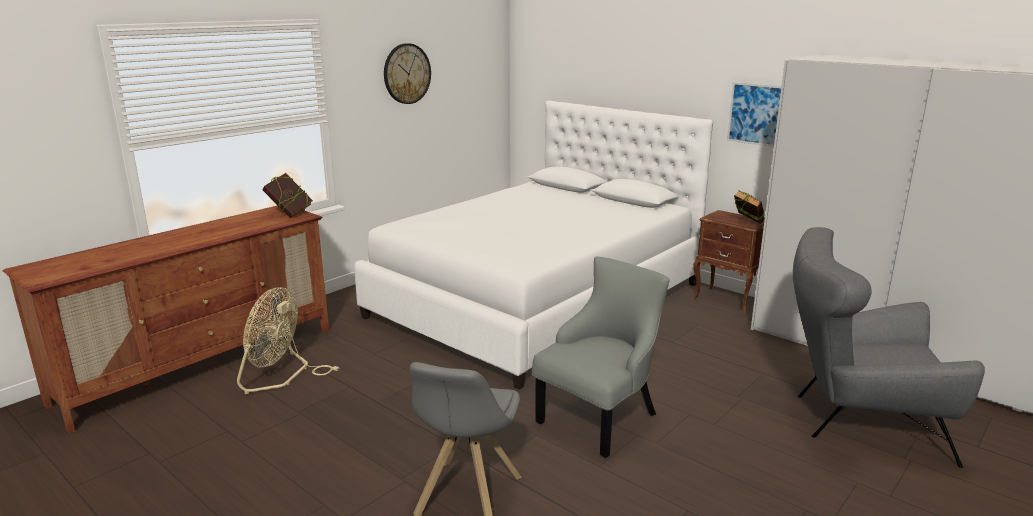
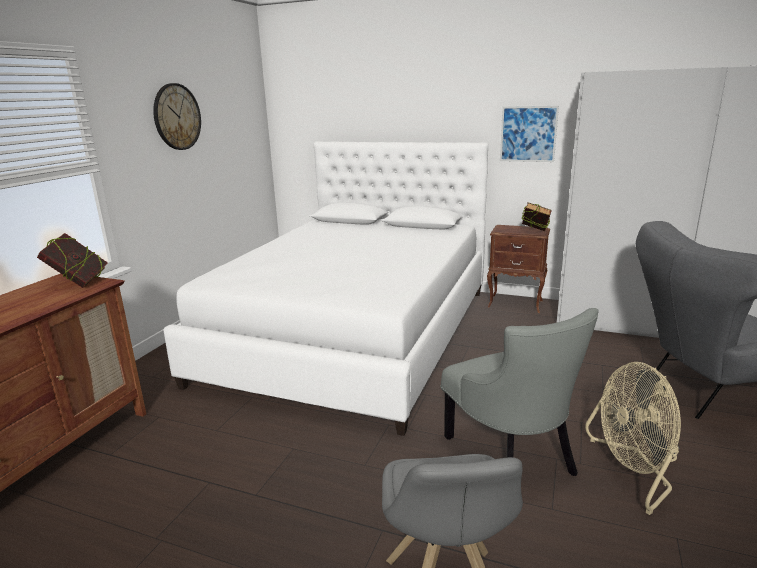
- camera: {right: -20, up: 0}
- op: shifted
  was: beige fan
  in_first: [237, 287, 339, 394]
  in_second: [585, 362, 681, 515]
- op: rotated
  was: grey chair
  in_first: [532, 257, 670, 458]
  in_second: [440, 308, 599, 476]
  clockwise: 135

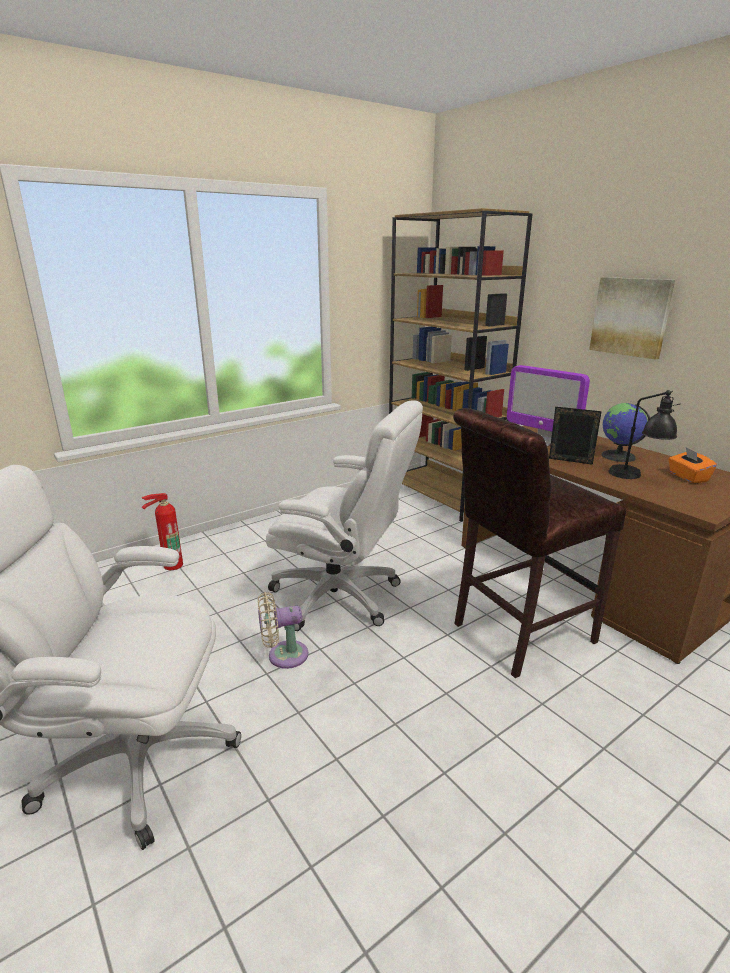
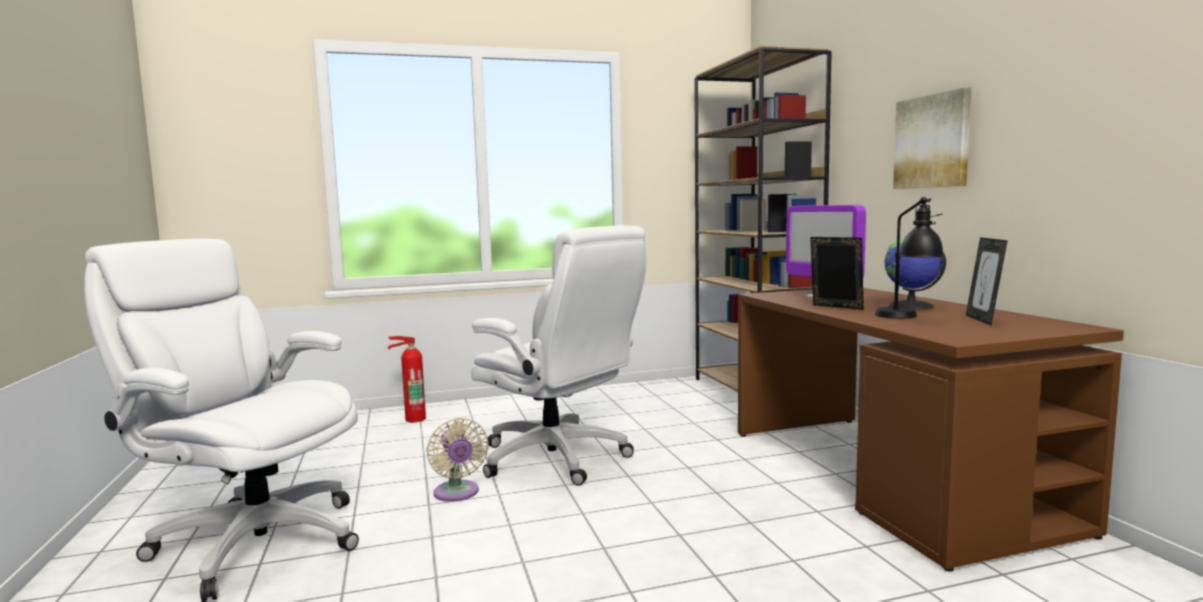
- camera: {right: 20, up: -15}
- op: rotated
  was: beige fan
  in_first: [258, 592, 308, 669]
  in_second: [426, 418, 489, 502]
  clockwise: -120
- op: gone
  was: brown stool
  in_first: [453, 408, 626, 678]
- op: swapped
  was: orange tissue box
  now: picture frame
  in_first: [668, 447, 717, 483]
  in_second: [966, 237, 1008, 325]

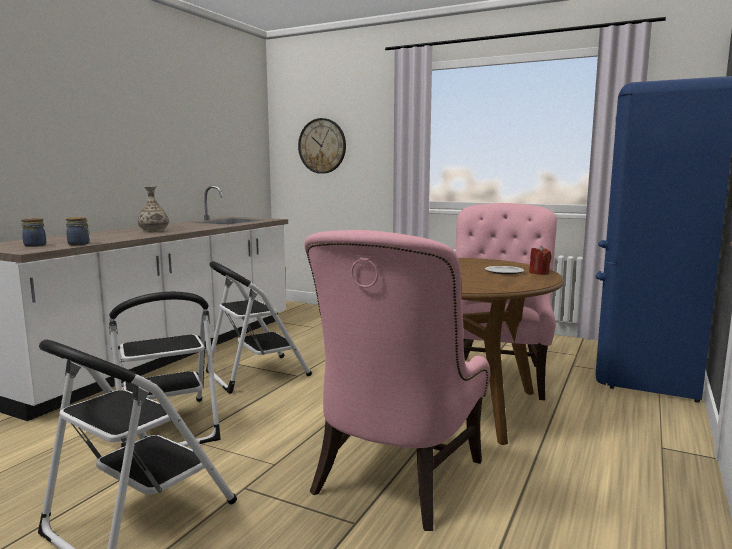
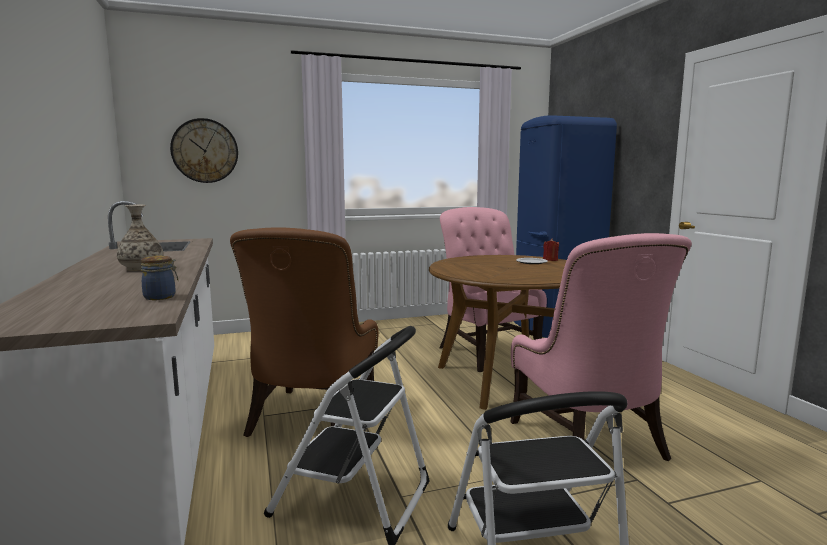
- camera: {right: -45, up: 0}
- op: gone
  was: jar
  in_first: [22, 218, 46, 247]
- op: swapped
  was: step ladder
  now: brown chair
  in_first: [206, 261, 312, 394]
  in_second: [230, 227, 379, 437]

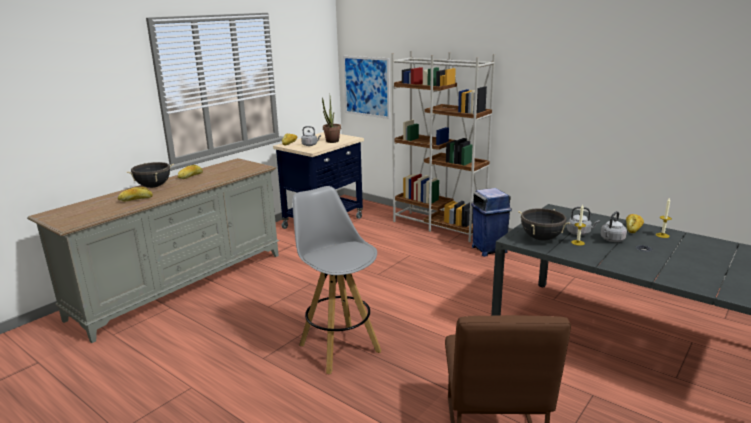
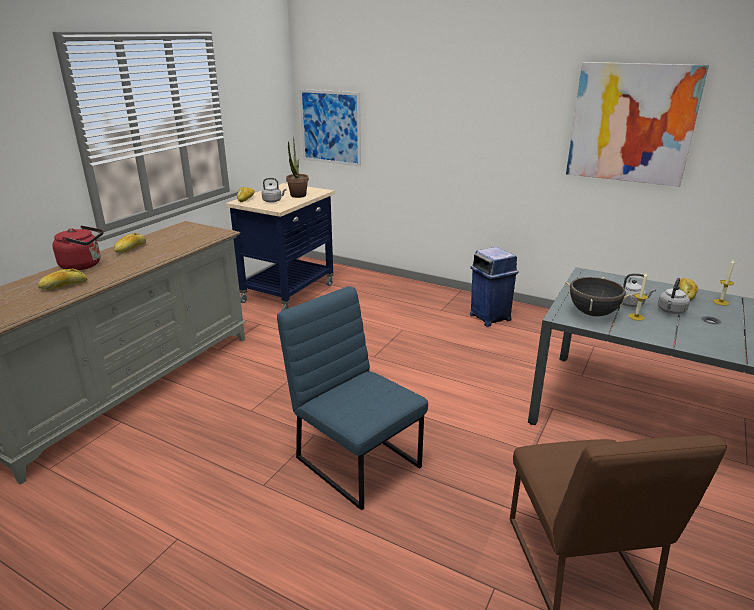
- camera: {right: -10, up: 5}
- op: swapped
  was: black cooking pot
  now: red kettle
  in_first: [127, 162, 174, 188]
  in_second: [52, 226, 103, 270]
- op: swapped
  was: grey stool
  now: blue chair
  in_first: [292, 186, 381, 374]
  in_second: [277, 286, 428, 510]
- op: gone
  was: brown bookcase
  in_first: [391, 51, 495, 243]
- op: new
  now: picture
  in_second: [566, 62, 709, 187]

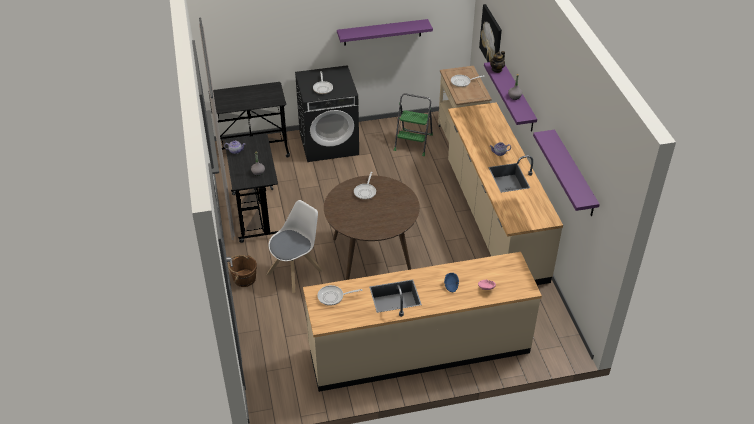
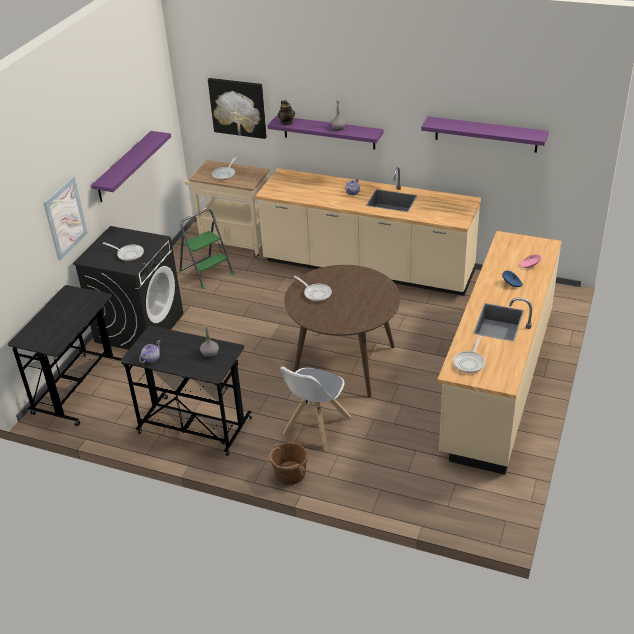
- camera: {right: -55, up: -5}
- op: rotated
  was: chair
  in_first: [267, 200, 323, 293]
  in_second: [280, 366, 351, 451]
  clockwise: -135
- op: new
  now: picture
  in_second: [43, 177, 88, 260]

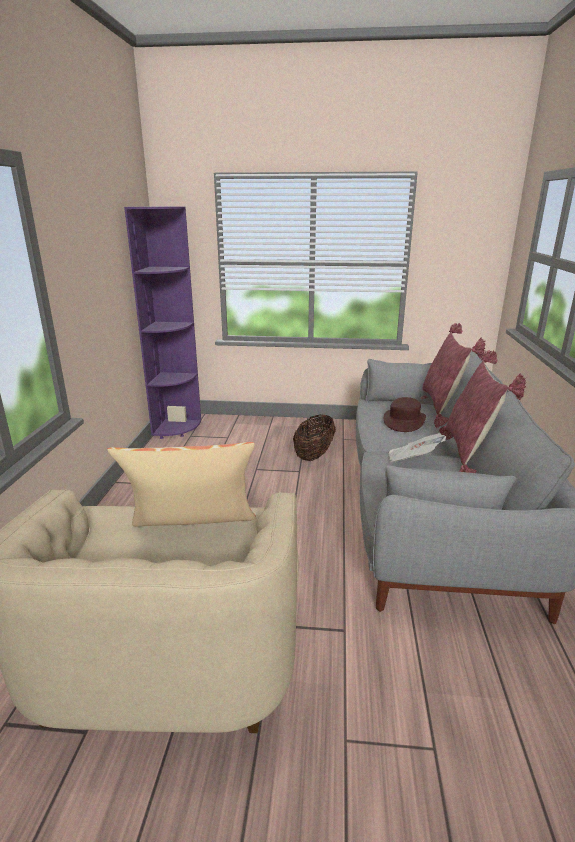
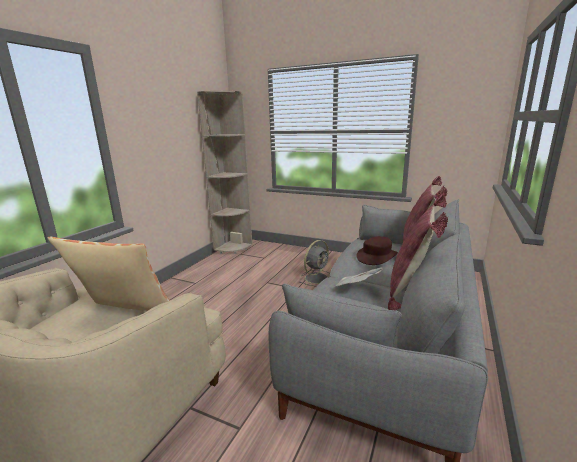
- camera: {right: 20, up: -5}
- op: repainted
  was: purple bookcase
  now: beige bookcase
  in_first: [124, 207, 201, 439]
  in_second: [197, 91, 252, 254]
- op: swapped
  was: basket
  now: grey fan
  in_first: [293, 414, 336, 461]
  in_second: [300, 240, 329, 286]

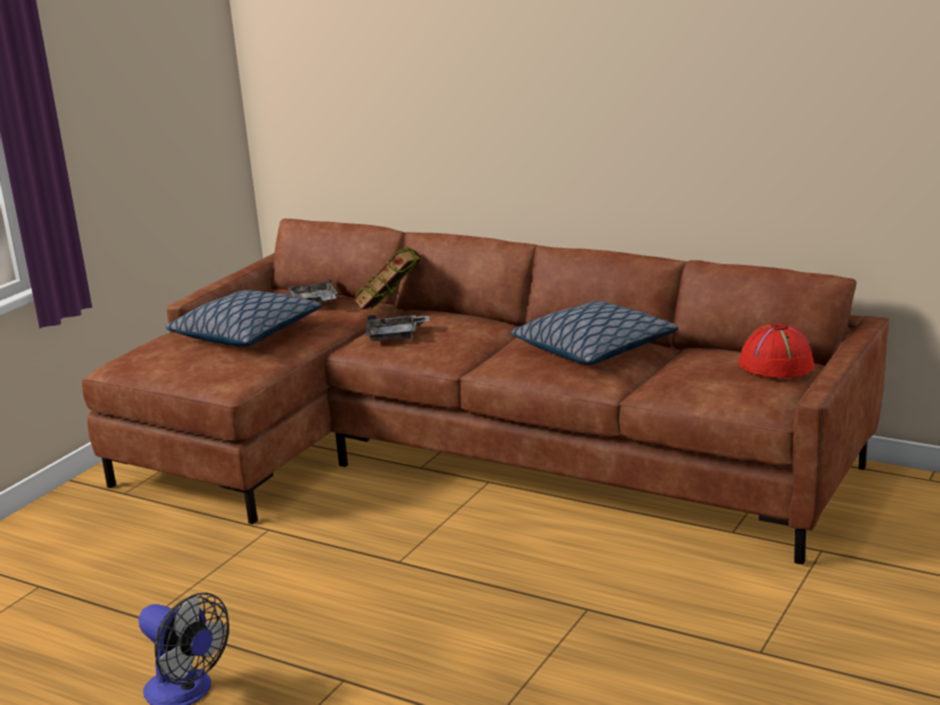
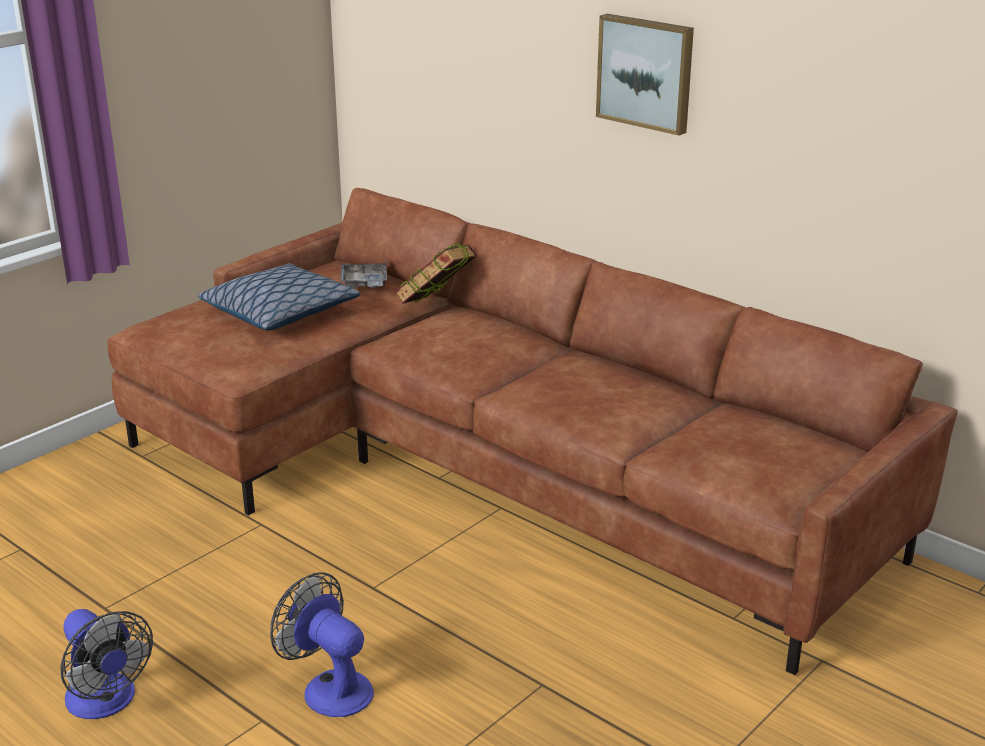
- camera: {right: 10, up: 5}
- op: gone
  was: grey tray
  in_first: [365, 314, 429, 341]
- op: gone
  was: pillow
  in_first: [511, 301, 678, 365]
- op: gone
  was: red hat
  in_first: [739, 323, 814, 378]
- op: new
  now: fan
  in_second: [270, 572, 374, 717]
- op: new
  now: picture
  in_second: [596, 14, 694, 136]

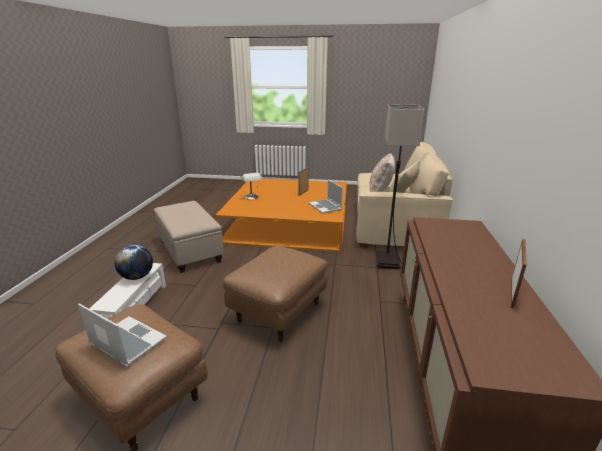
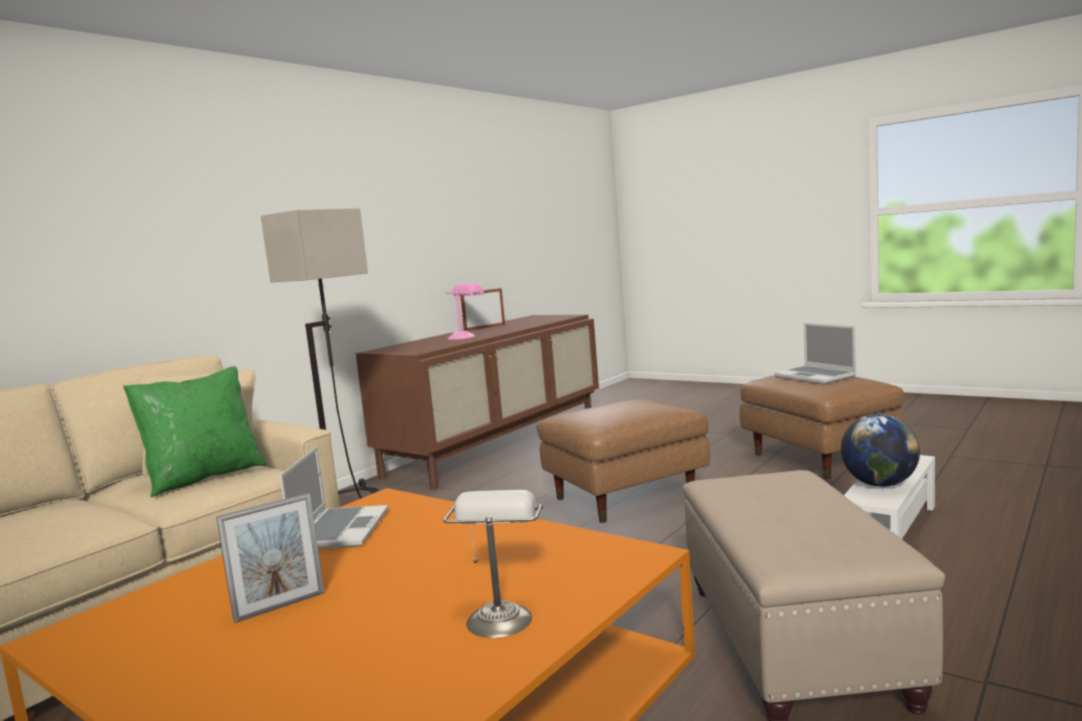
- camera: {right: -150, up: -15}
- op: repainted
  was: beige pillow
  now: green pillow
  in_first: [370, 153, 395, 192]
  in_second: [123, 366, 266, 497]
- op: new
  now: pink table lamp
  in_second: [446, 283, 485, 340]

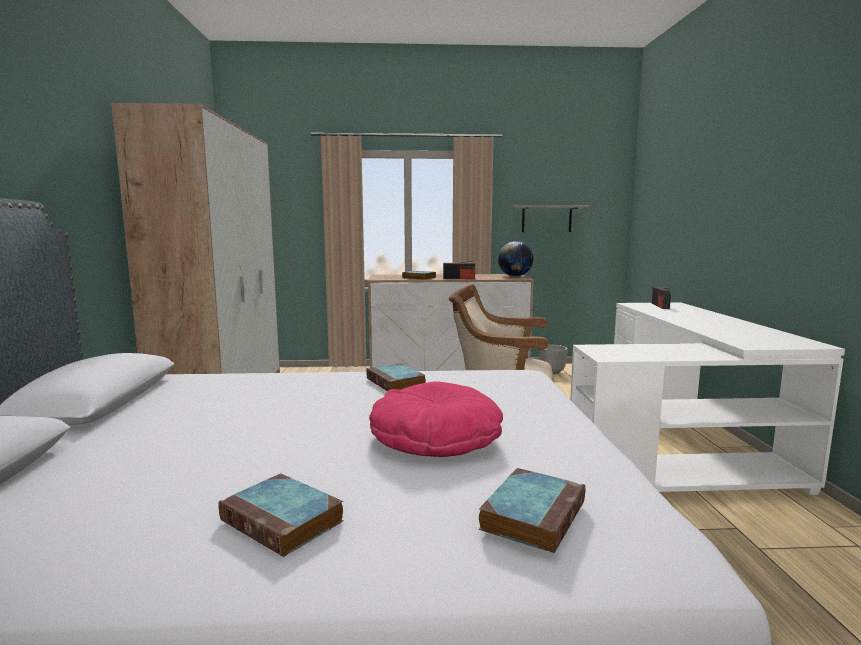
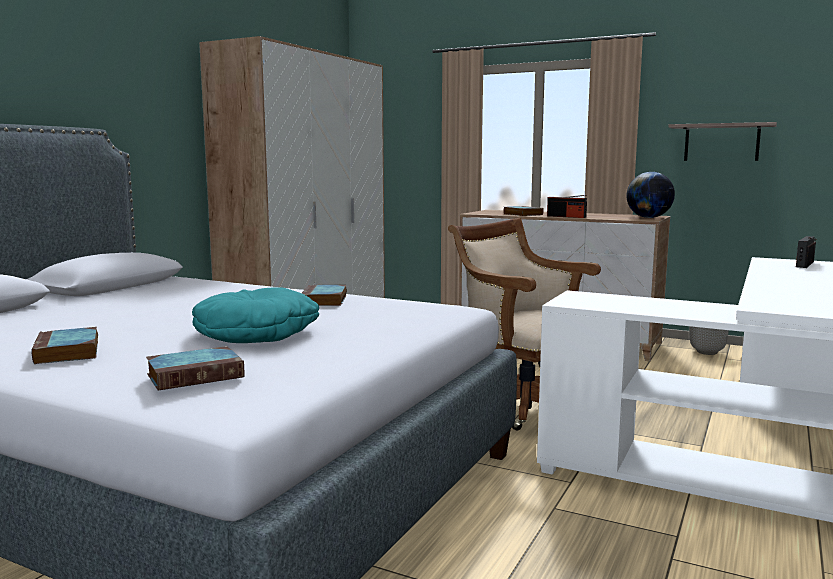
- camera: {right: 30, up: 0}
- op: repainted
  was: pink pillow
  now: turquoise pillow
  in_first: [369, 381, 503, 457]
  in_second: [192, 287, 319, 343]

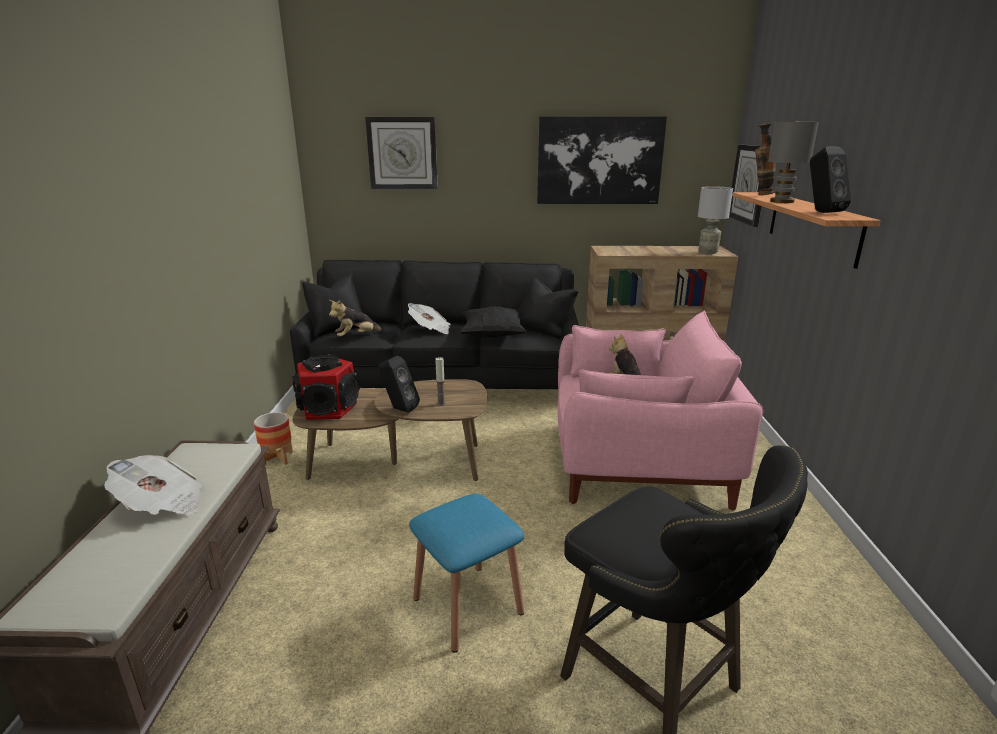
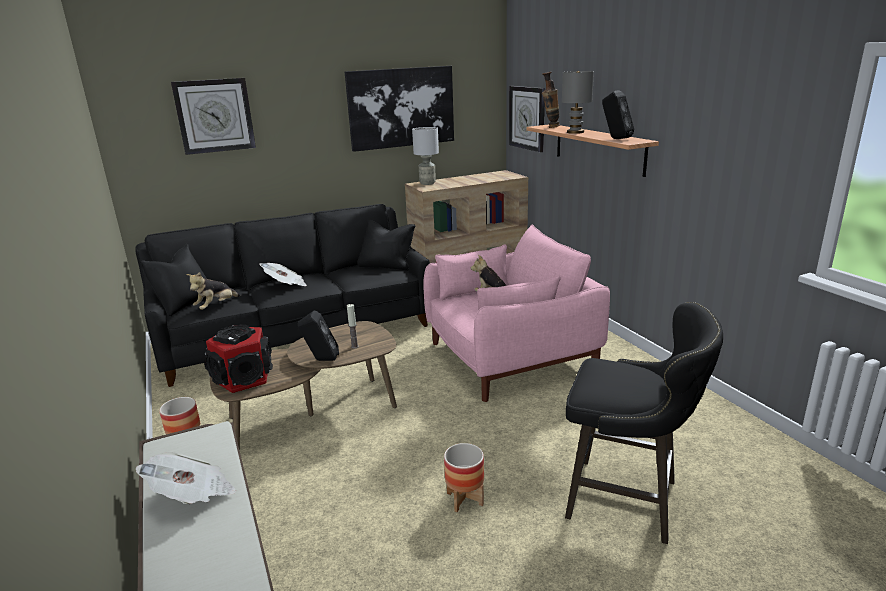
- camera: {right: -25, up: 0}
- op: swapped
  was: blue stool
  now: planter
  in_first: [409, 494, 524, 652]
  in_second: [444, 443, 484, 512]
- op: gone
  was: black pillow
  in_first: [460, 306, 527, 338]
- op: shifted
  was: grey table lamp
  in_first: [698, 186, 733, 254]
  in_second: [412, 127, 439, 185]

